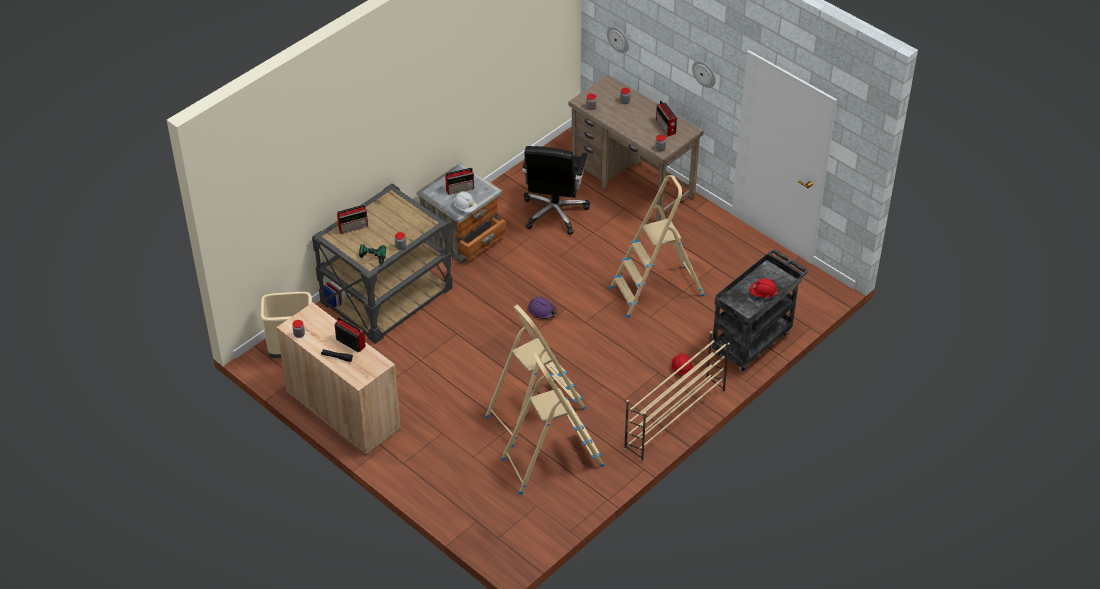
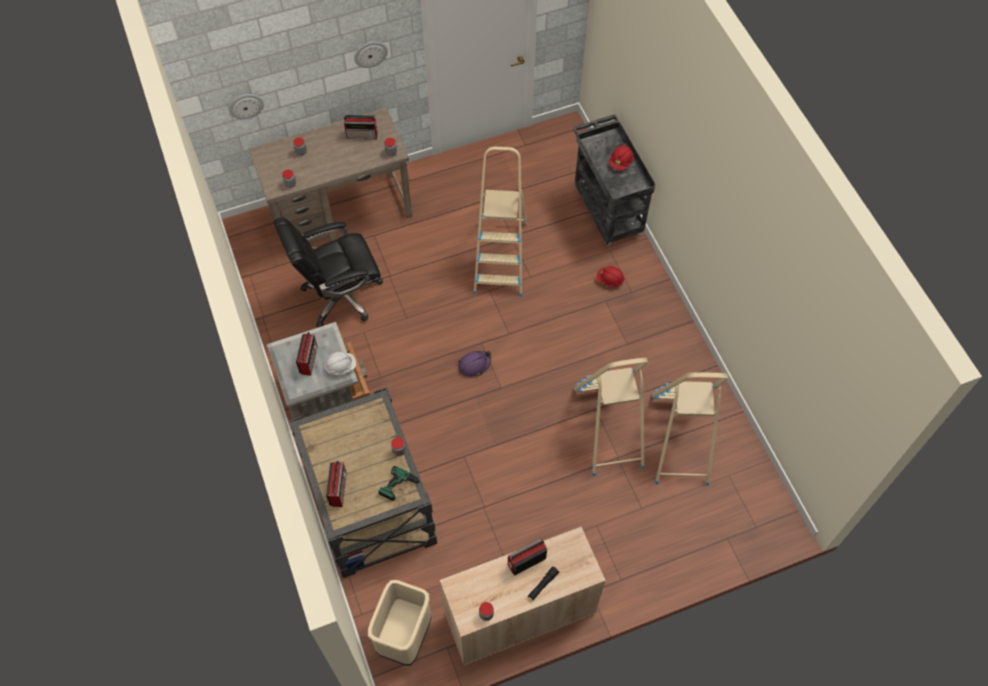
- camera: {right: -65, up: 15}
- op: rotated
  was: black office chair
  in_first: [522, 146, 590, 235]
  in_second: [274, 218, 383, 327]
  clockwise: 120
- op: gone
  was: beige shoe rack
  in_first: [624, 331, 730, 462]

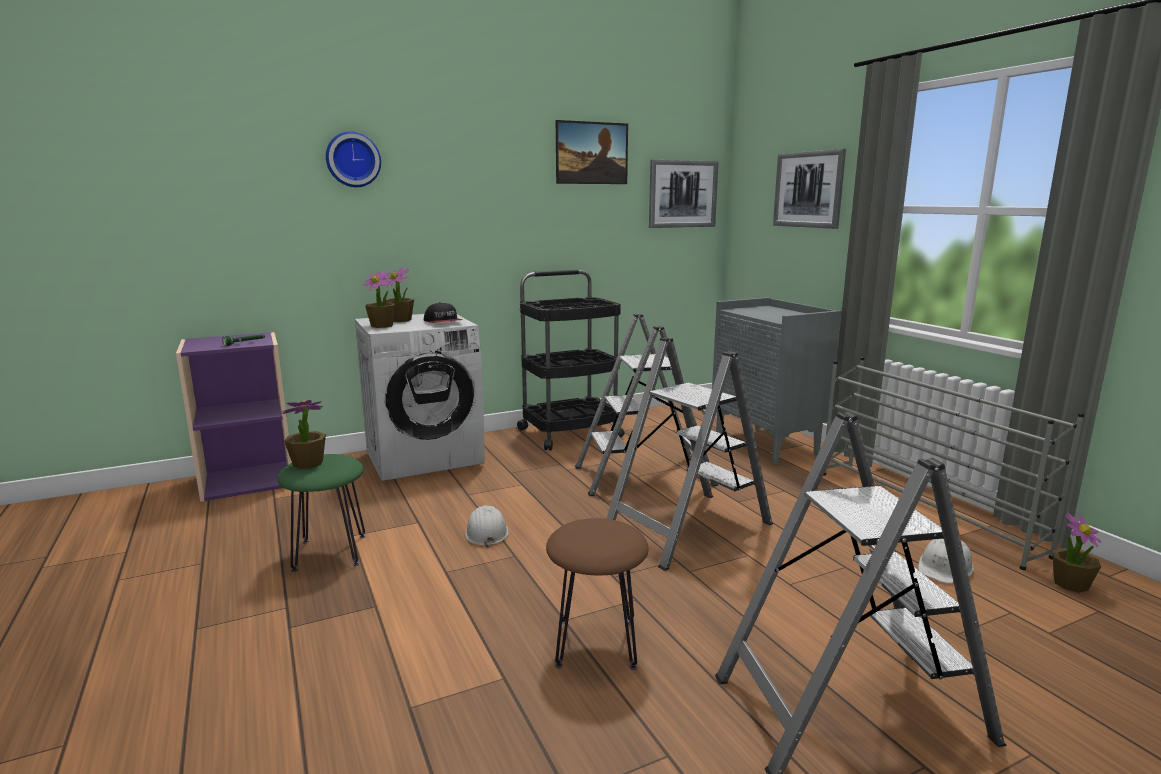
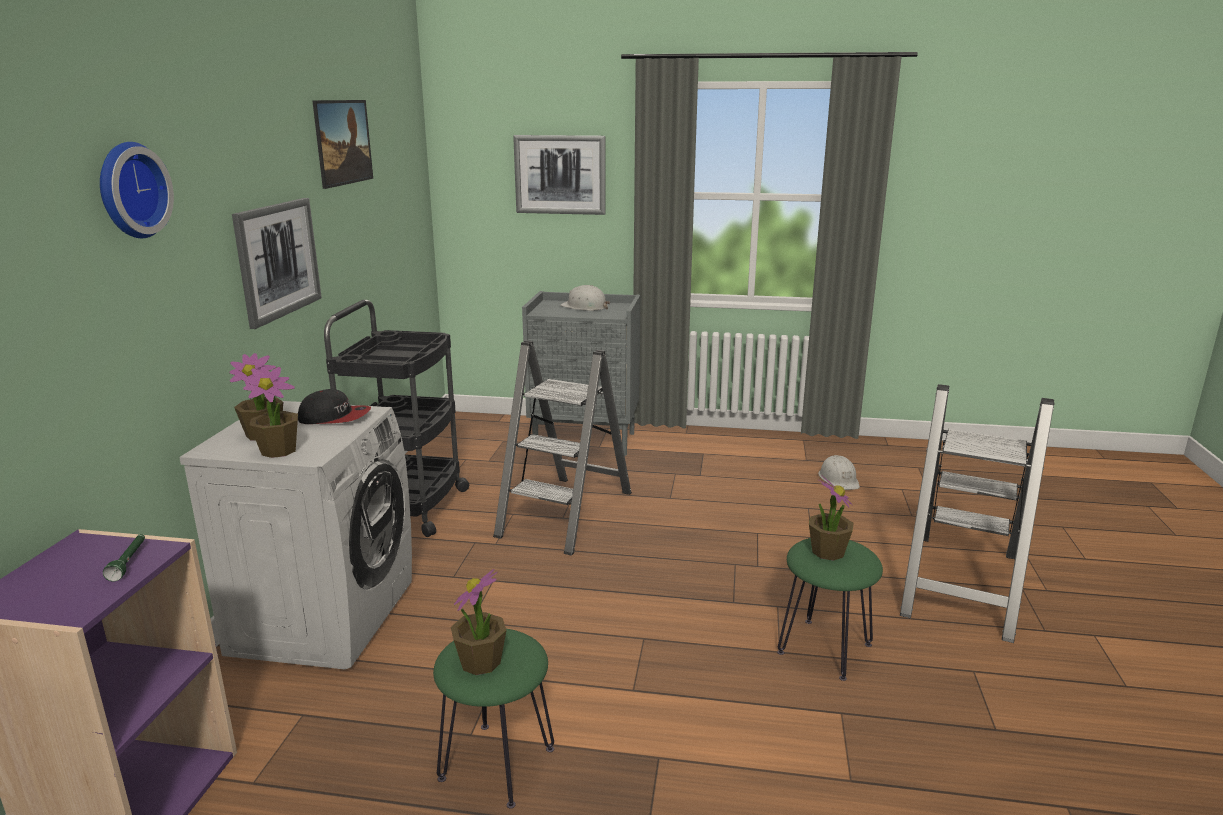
- camera: {right: -55, up: 5}
- op: shifted
  was: white hard hat
  in_first: [465, 505, 509, 548]
  in_second: [560, 285, 610, 311]
- op: repainted
  was: brown stool
  now: green stool
  in_first: [546, 518, 648, 670]
  in_second: [777, 538, 883, 681]
- op: gone
  was: grey step ladder
  in_first: [606, 337, 773, 571]
- op: shifted
  was: picture
  in_first: [649, 160, 718, 228]
  in_second: [232, 198, 322, 329]
- op: gone
  was: grey shoe rack
  in_first: [824, 357, 1084, 570]
- op: shifted
  was: potted plant
  in_first: [1053, 513, 1101, 593]
  in_second: [809, 475, 854, 561]

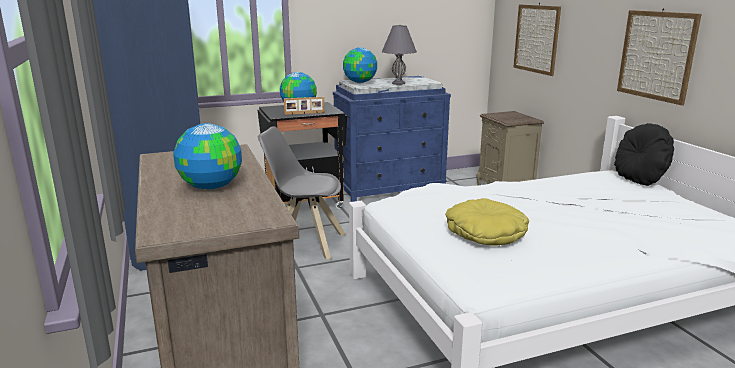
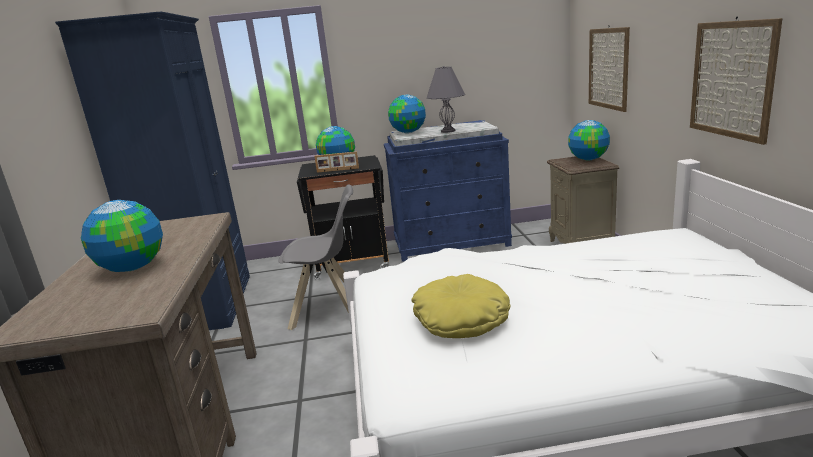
- camera: {right: 15, up: 0}
- op: rotated
  was: grey chair
  in_first: [258, 126, 346, 260]
  in_second: [279, 185, 353, 330]
  clockwise: 150
- op: gone
  was: black pillow
  in_first: [614, 123, 674, 186]
- op: new
  now: globe
  in_second: [568, 120, 610, 160]

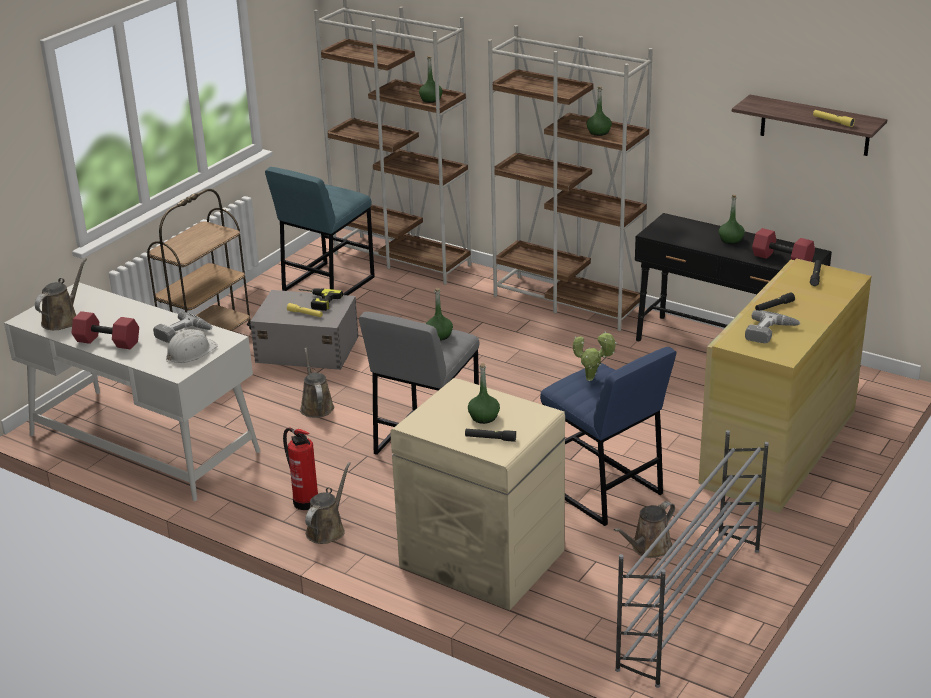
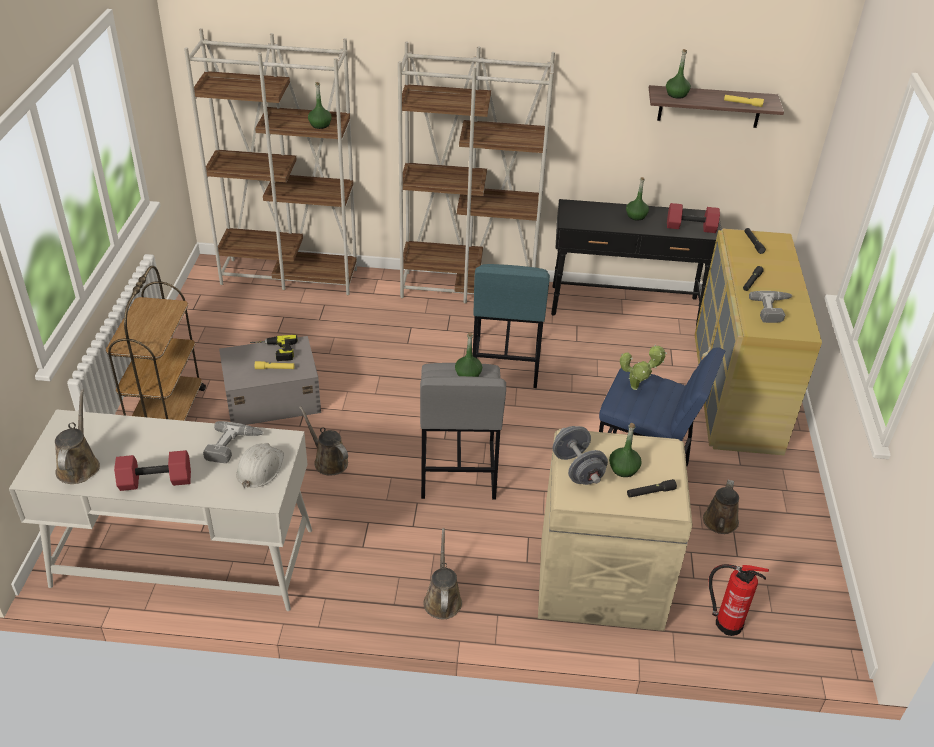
- camera: {right: -30, up: 10}
- op: shifted
  was: blue stool
  in_first: [265, 167, 375, 295]
  in_second: [473, 264, 550, 388]
- op: shifted
  was: fire extinguisher
  in_first: [283, 427, 318, 510]
  in_second: [709, 564, 769, 636]
- op: shifted
  was: green bottle
  in_first: [586, 86, 612, 136]
  in_second: [666, 49, 691, 99]
- op: gone
  was: grey shoe rack
  in_first: [615, 430, 769, 688]
- op: new
  now: grey dumbbell
  in_second: [553, 426, 608, 485]

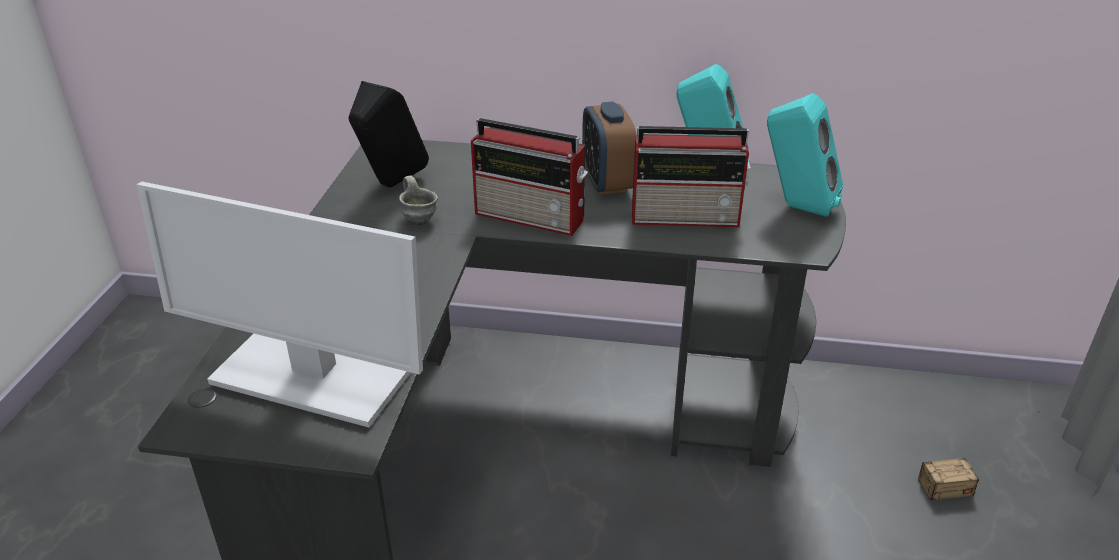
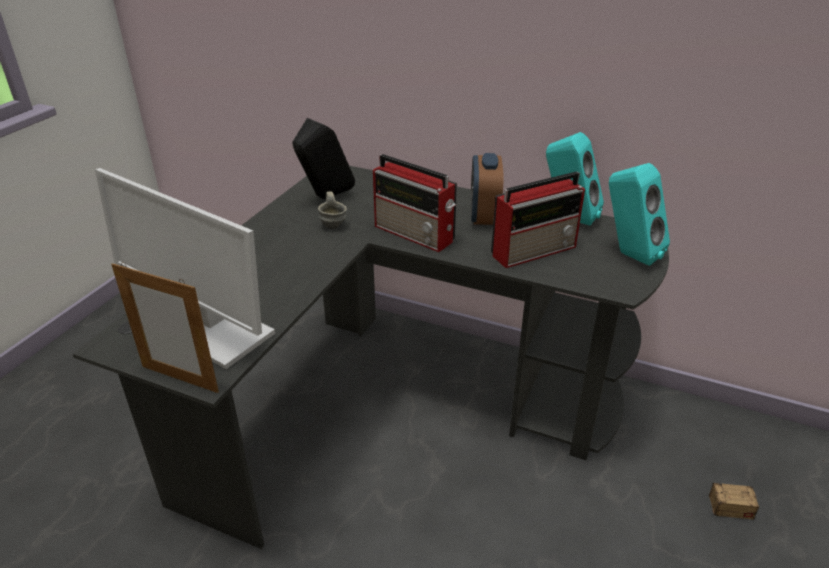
- camera: {right: 15, up: 0}
- op: rotated
  was: radio
  in_first: [632, 126, 751, 227]
  in_second: [491, 172, 585, 268]
  clockwise: -45
- op: new
  now: picture frame
  in_second: [111, 262, 219, 393]

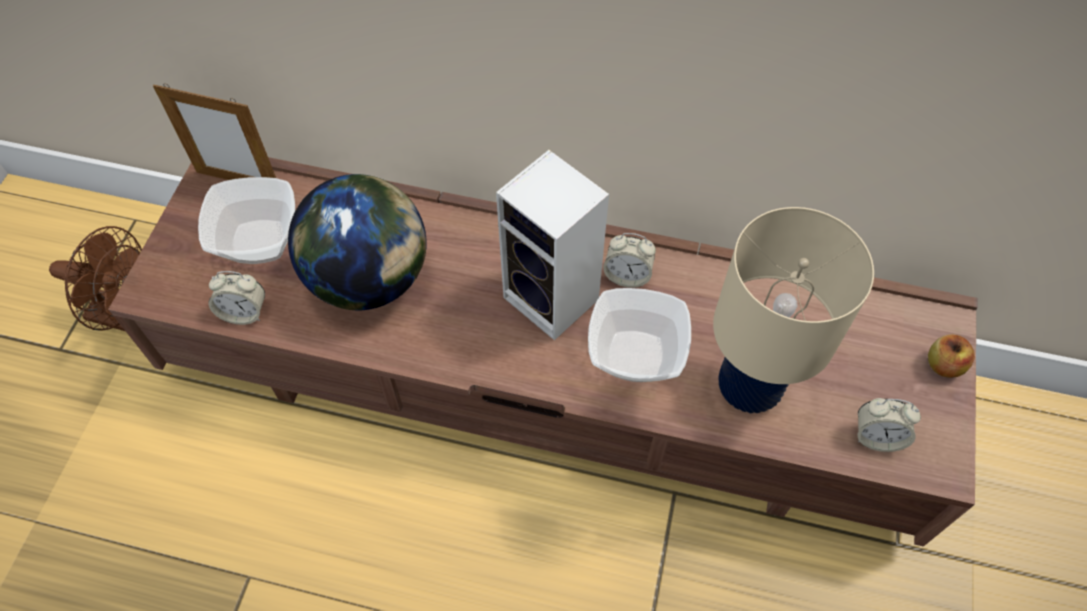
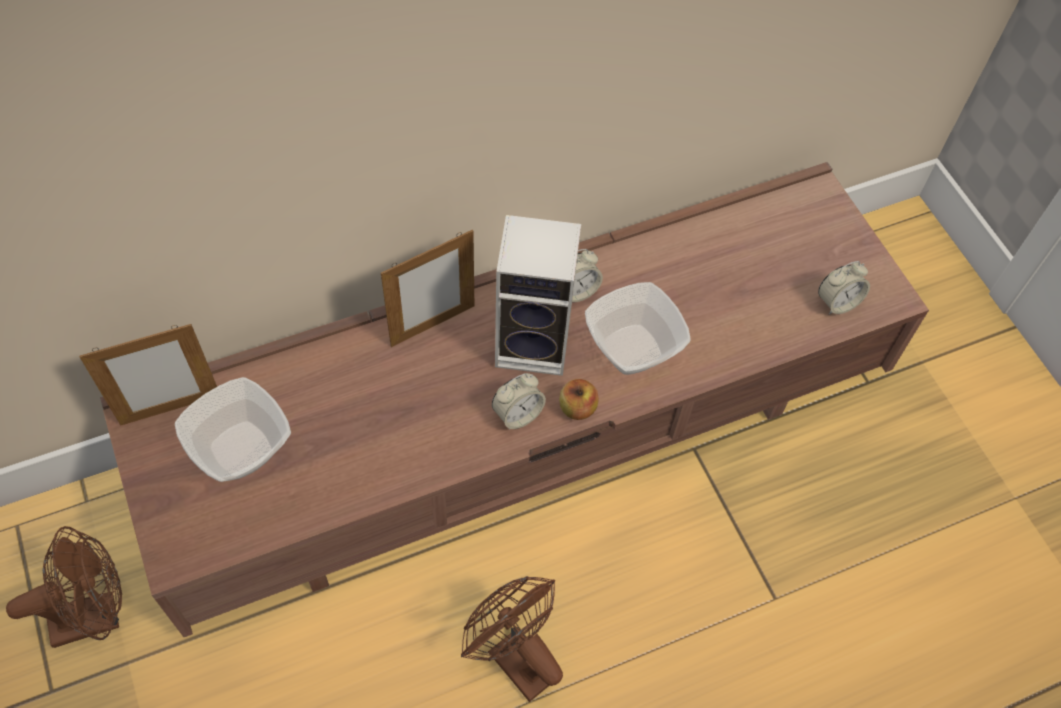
- camera: {right: -40, up: 0}
- op: shifted
  was: alarm clock
  in_first: [208, 271, 265, 325]
  in_second: [492, 373, 546, 430]
- op: gone
  was: globe
  in_first: [288, 174, 426, 311]
- op: gone
  was: beige table lamp
  in_first: [713, 207, 874, 413]
- op: shifted
  was: apple
  in_first: [928, 334, 975, 378]
  in_second: [559, 379, 599, 420]
- op: new
  now: picture frame
  in_second: [381, 230, 474, 347]
- op: new
  now: brown fan
  in_second: [461, 576, 563, 702]

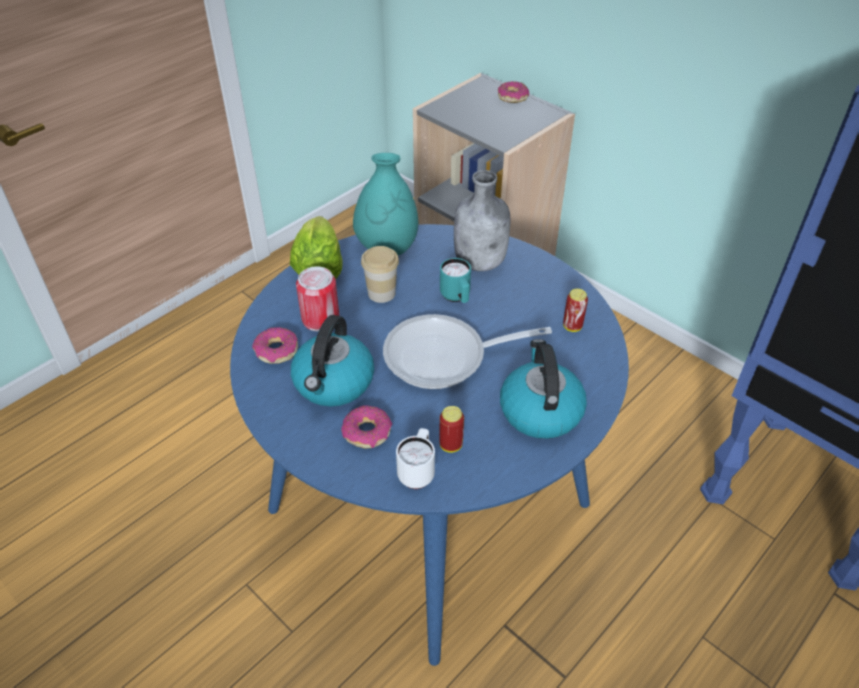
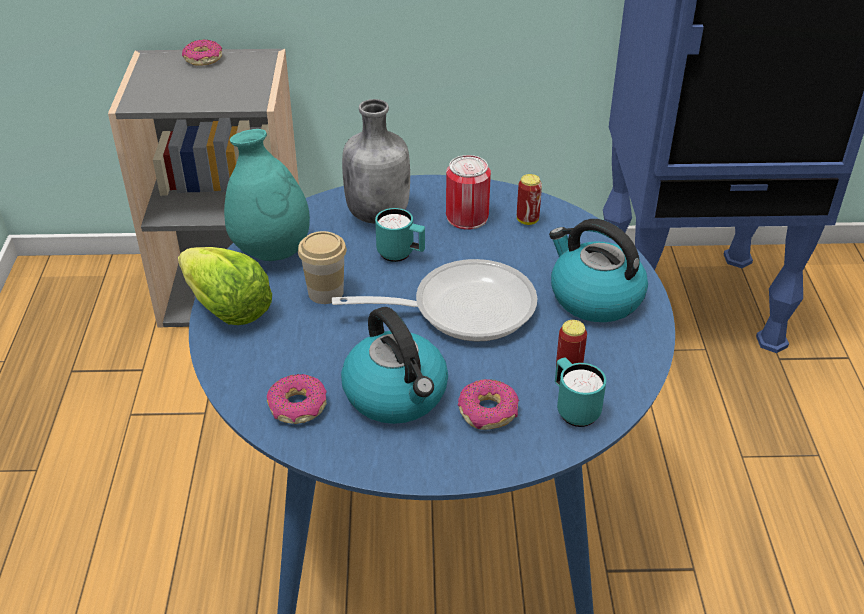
- camera: {right: -45, up: -5}
- op: shifted
  was: can
  in_first: [296, 266, 339, 332]
  in_second: [446, 155, 491, 230]
- op: rotated
  was: frying pan
  in_first: [383, 314, 552, 389]
  in_second: [332, 259, 537, 342]
  clockwise: -135
- op: repainted
  was: white mug
  now: turquoise mug
  in_first: [396, 428, 435, 489]
  in_second: [555, 358, 606, 427]

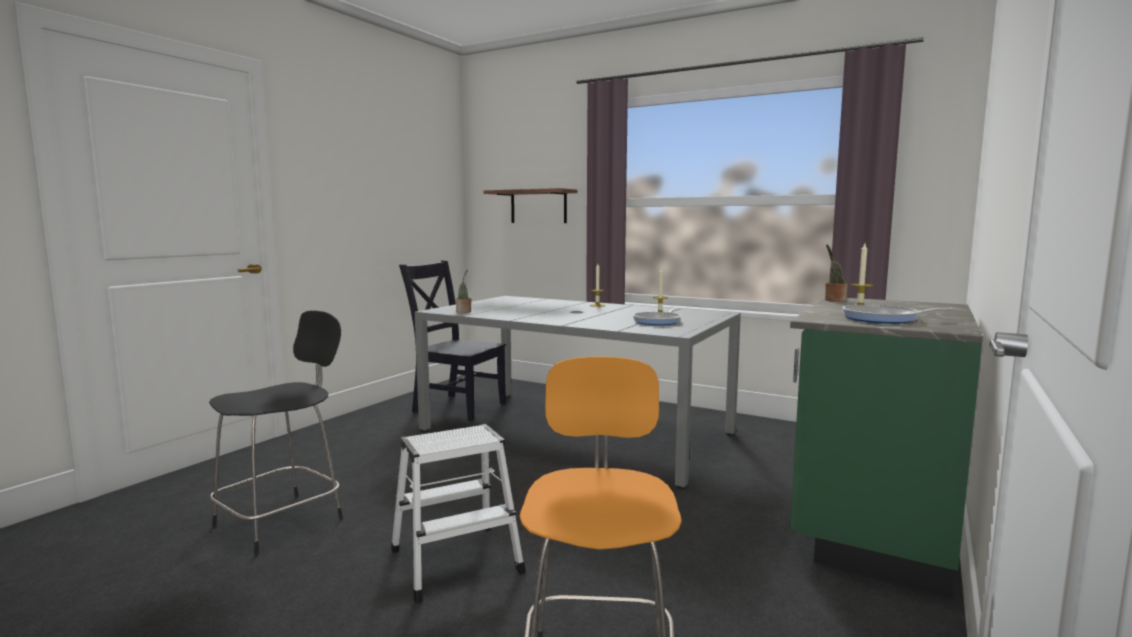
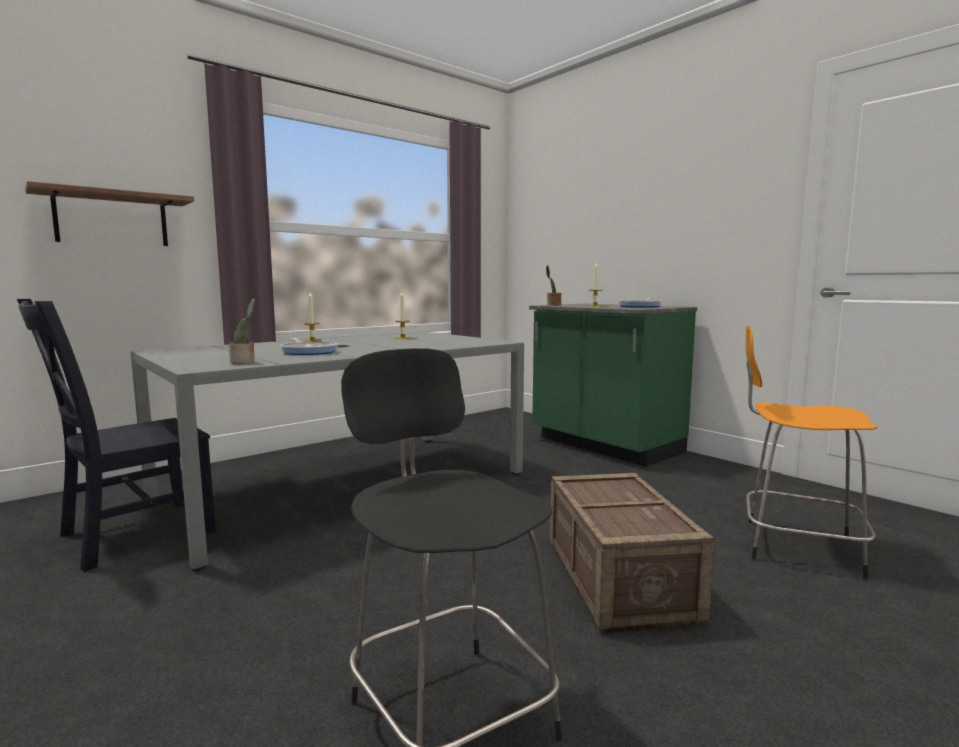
- camera: {right: -70, up: 0}
- op: swapped
  was: white step ladder
  now: crate
  in_first: [391, 424, 526, 603]
  in_second: [550, 473, 715, 633]
- op: shifted
  was: frying pan
  in_first: [633, 308, 681, 325]
  in_second: [281, 338, 338, 355]

